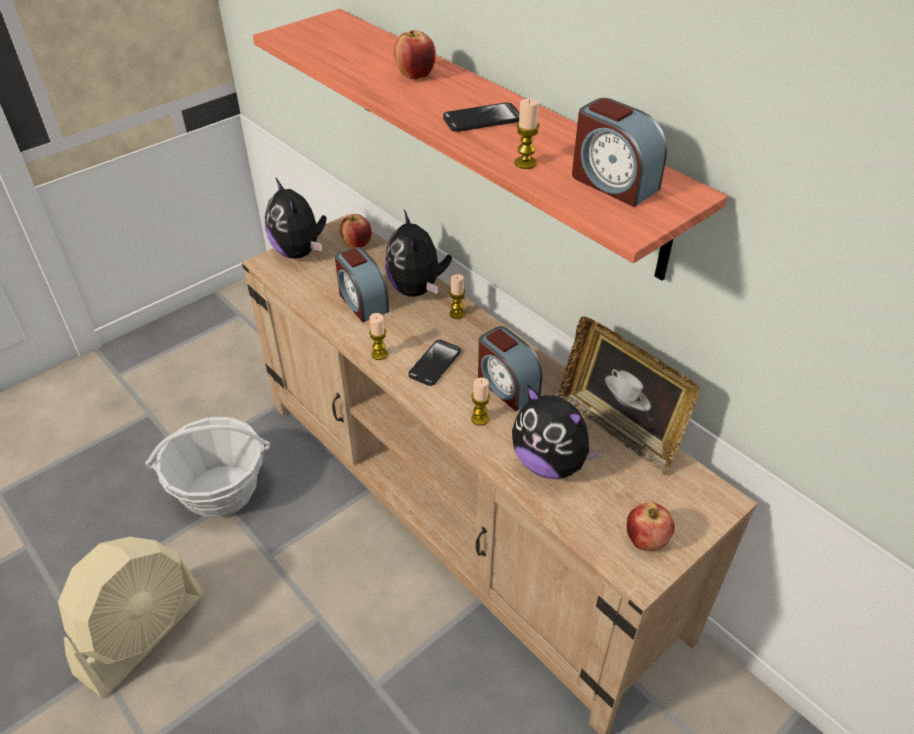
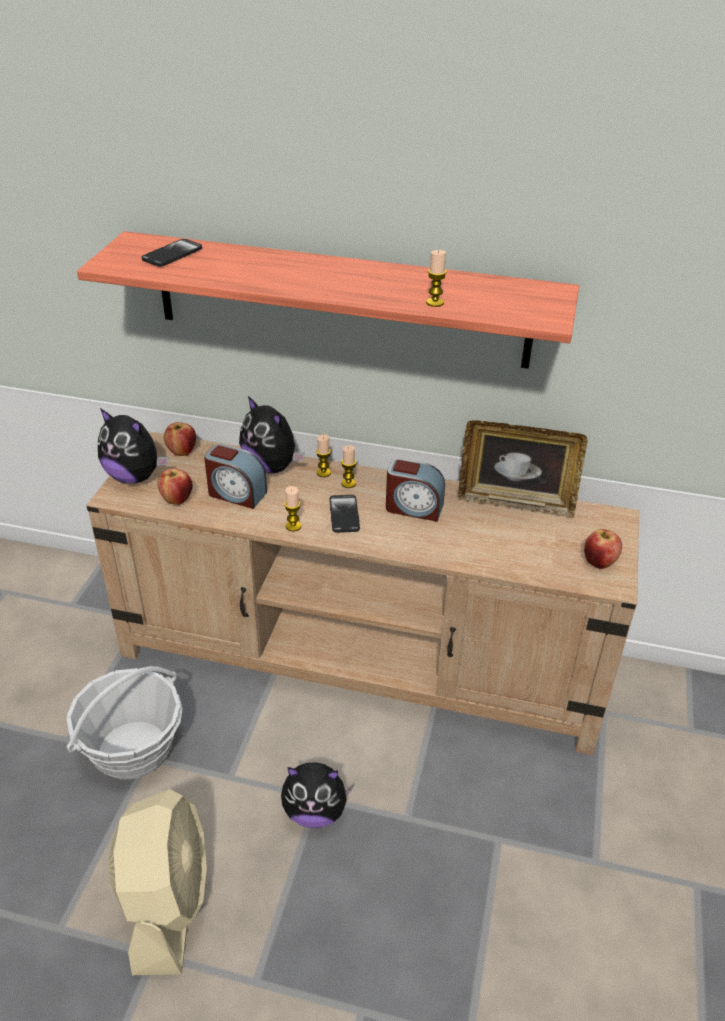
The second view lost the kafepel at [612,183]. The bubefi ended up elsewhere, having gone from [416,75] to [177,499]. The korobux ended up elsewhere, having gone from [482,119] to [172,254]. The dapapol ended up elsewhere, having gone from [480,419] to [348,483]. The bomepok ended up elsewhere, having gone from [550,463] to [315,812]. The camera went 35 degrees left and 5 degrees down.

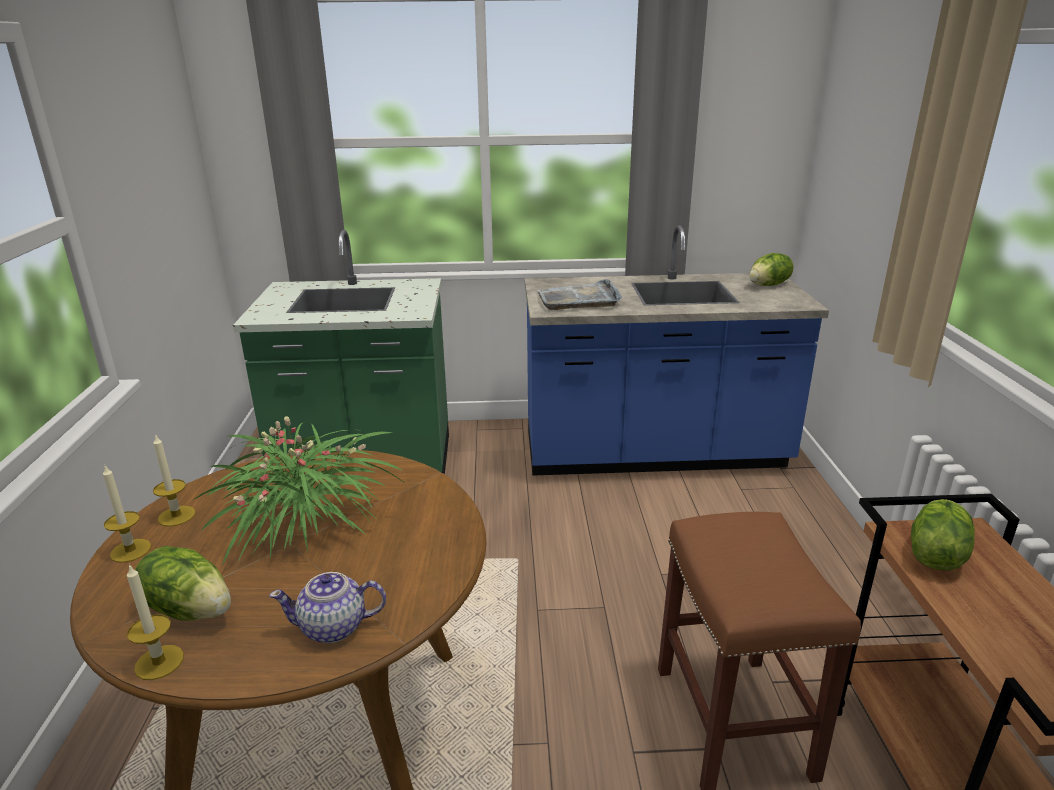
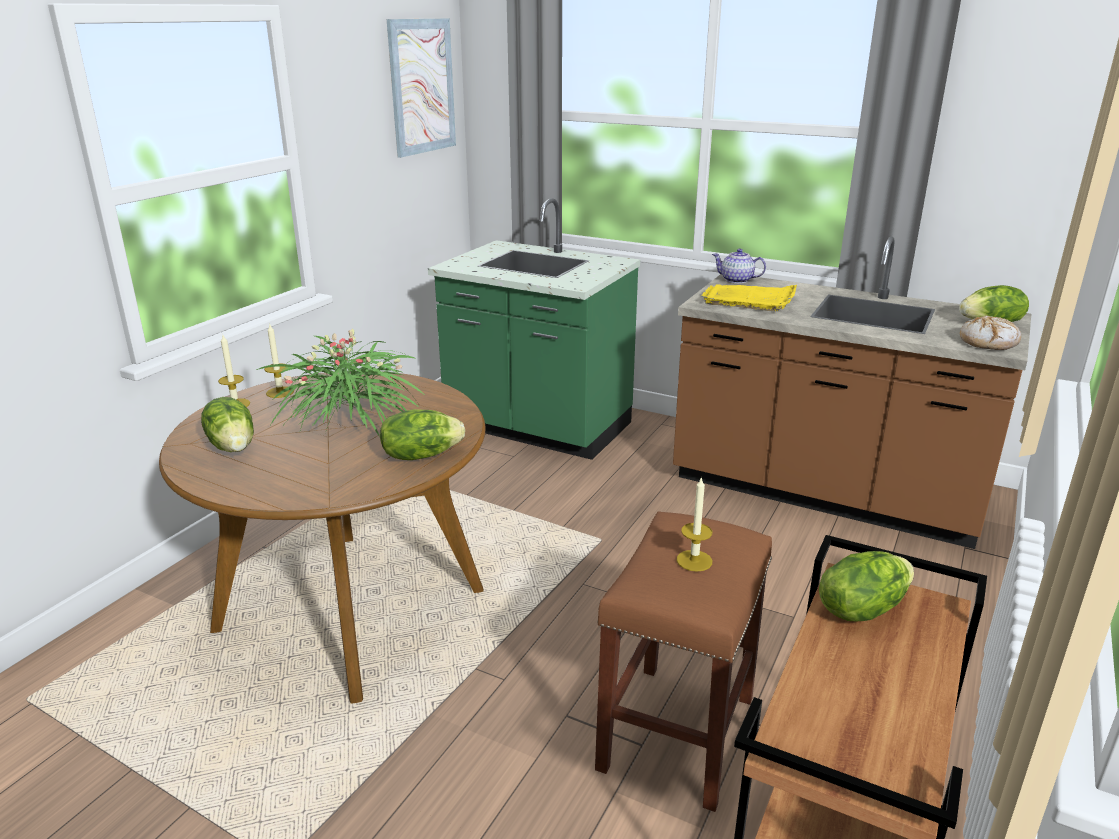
The second view gained the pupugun at [421,455]. The second view gained the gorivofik at [422,86]. The second view gained the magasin at [988,342]. The dapapol ended up elsewhere, having gone from [159,662] to [694,560]. The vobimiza ended up elsewhere, having gone from [334,627] to [737,280]. What was the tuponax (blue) at [654,454] turned into the tuponax (brown) at [824,493]. What was the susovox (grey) at [579,299] turned into the susovox (yellow) at [749,299]. The camera went 30 degrees right and 0 degrees up.

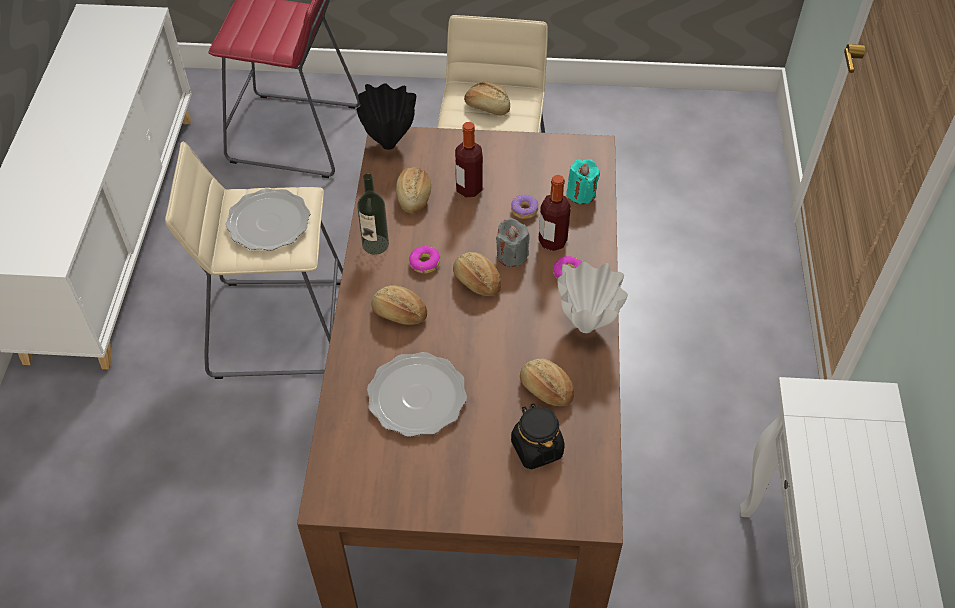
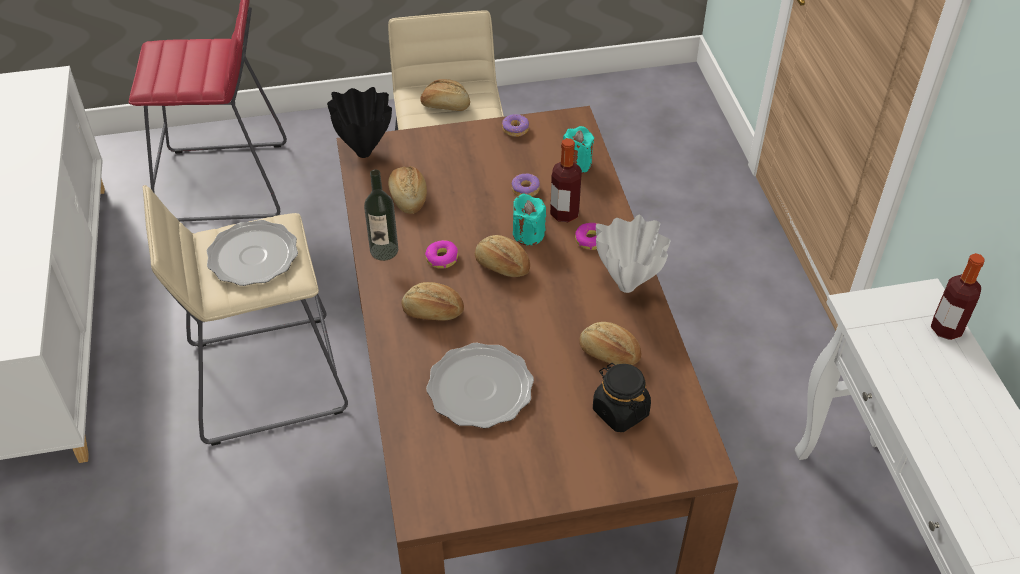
The second view gained the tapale at [515,129]. The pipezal ended up elsewhere, having gone from [469,189] to [946,329]. What was the dapapol (grey) at [511,255] turned into the dapapol (turquoise) at [528,234]. The camera went 15 degrees left and 5 degrees down.

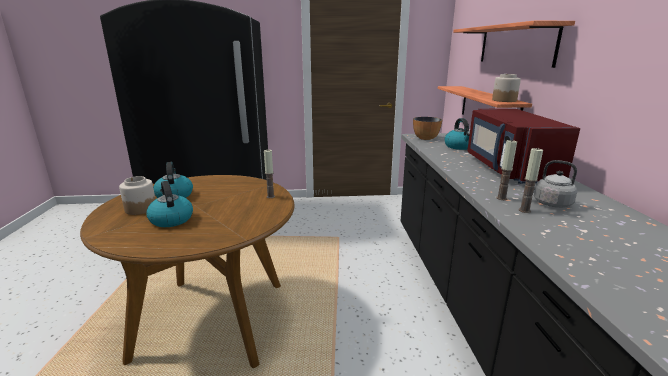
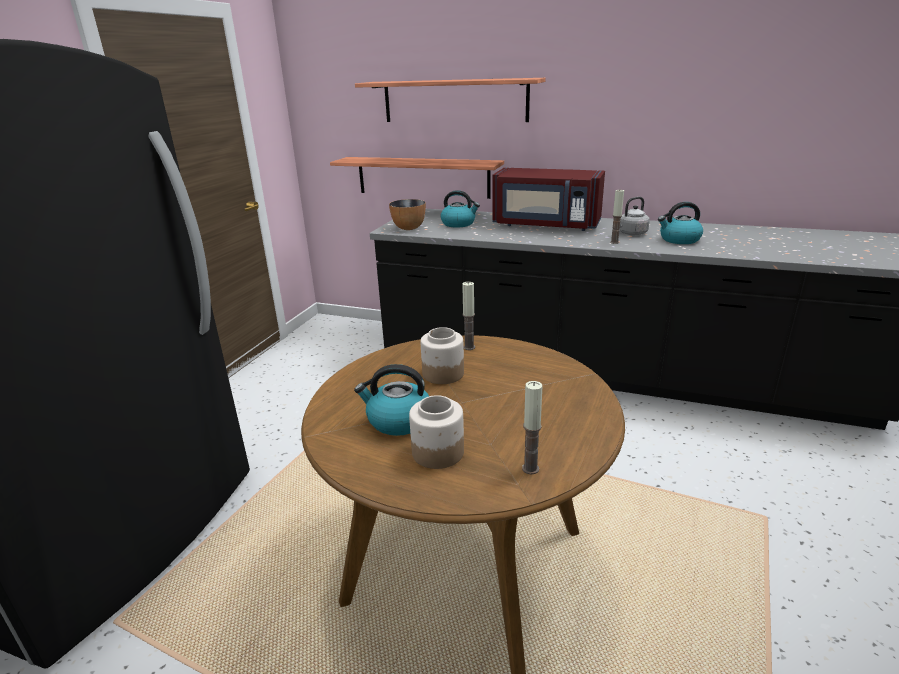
The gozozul ended up elsewhere, having gone from [171,219] to [679,240]. The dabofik ended up elsewhere, having gone from [504,100] to [442,374]. The dapapol ended up elsewhere, having gone from [524,210] to [530,468]. The camera went 65 degrees left and 5 degrees up.

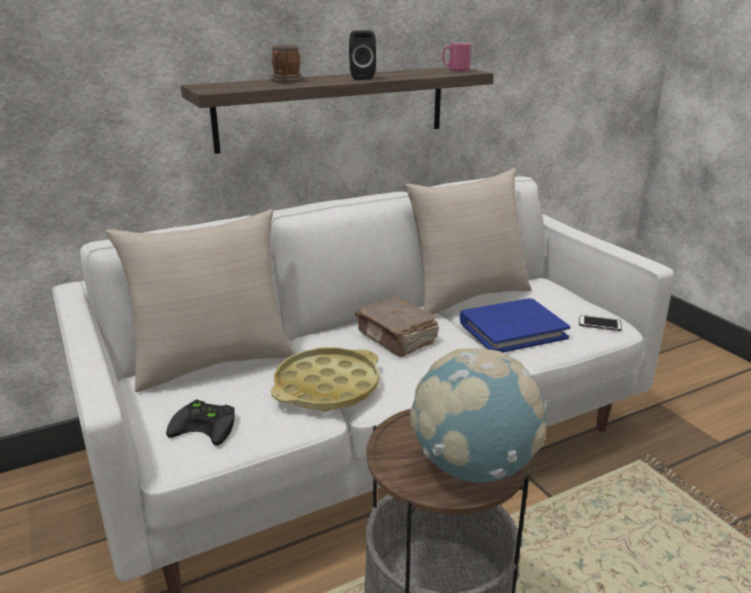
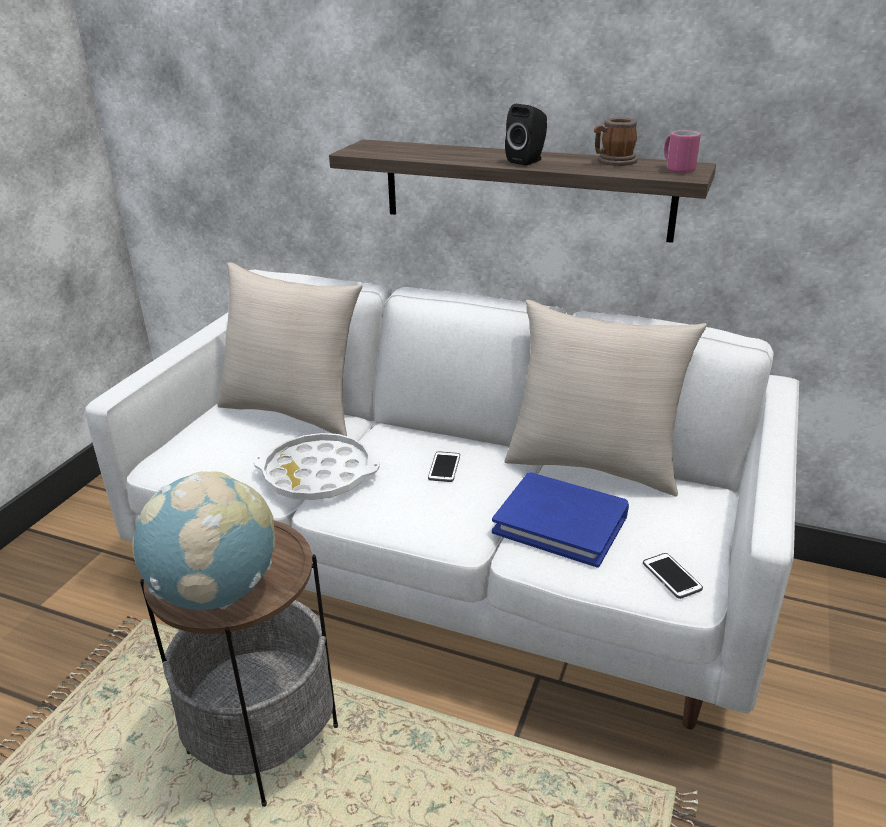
The second view lost the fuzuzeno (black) at [207,425]. The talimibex ended up elsewhere, having gone from [285,81] to [613,162]. Where the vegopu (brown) stood at [397,338], the korobux came to stand at [444,467]. What was the susovox (yellow) at [327,387] turned into the susovox (white) at [318,475]. The camera went 50 degrees right and 5 degrees up.

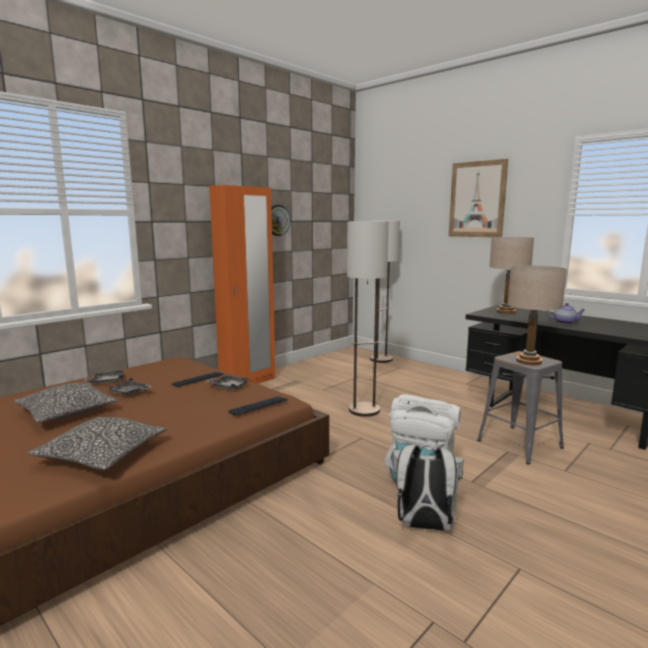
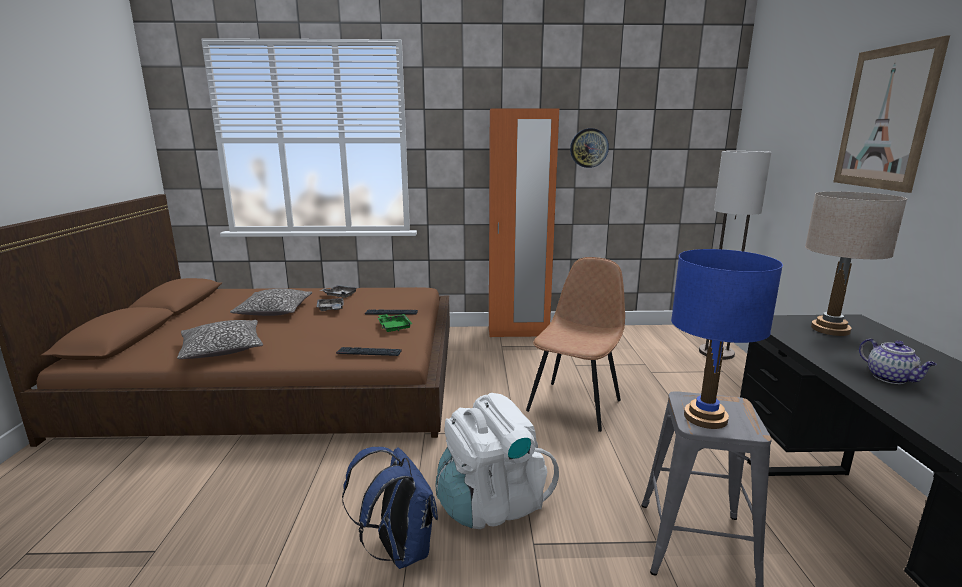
Where the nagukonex stood at [364,410], the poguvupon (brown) came to stand at [575,404]. What was the susovox (grey) at [229,387] turned into the susovox (green) at [394,327]. What was the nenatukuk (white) at [424,526] turned into the nenatukuk (blue) at [399,550]. What was the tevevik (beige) at [528,361] turned into the tevevik (blue) at [705,417]. The camera went 45 degrees right and 5 degrees up.

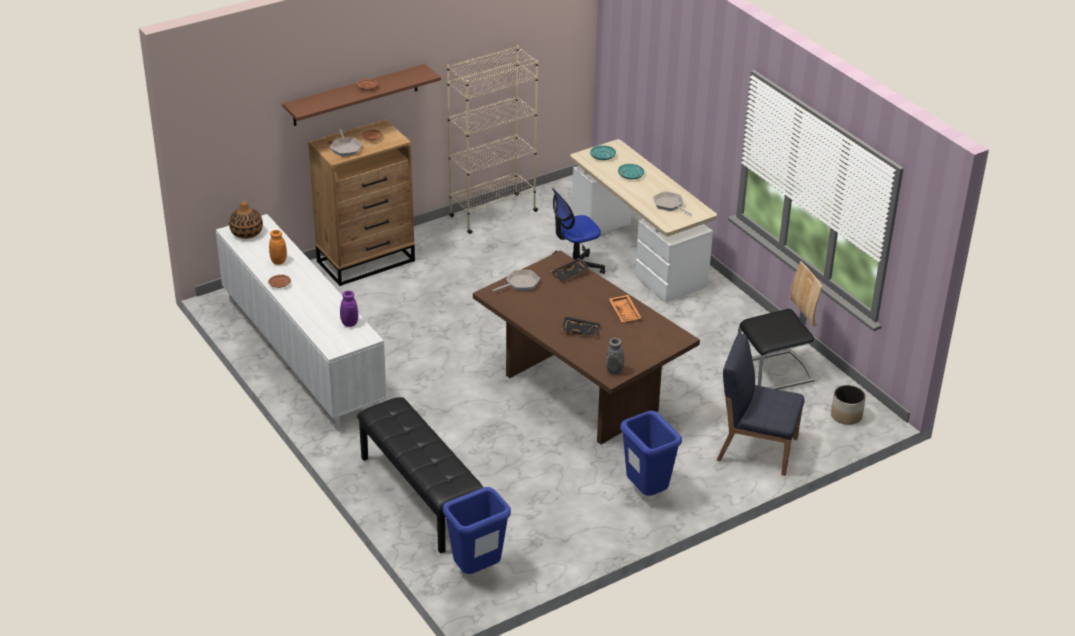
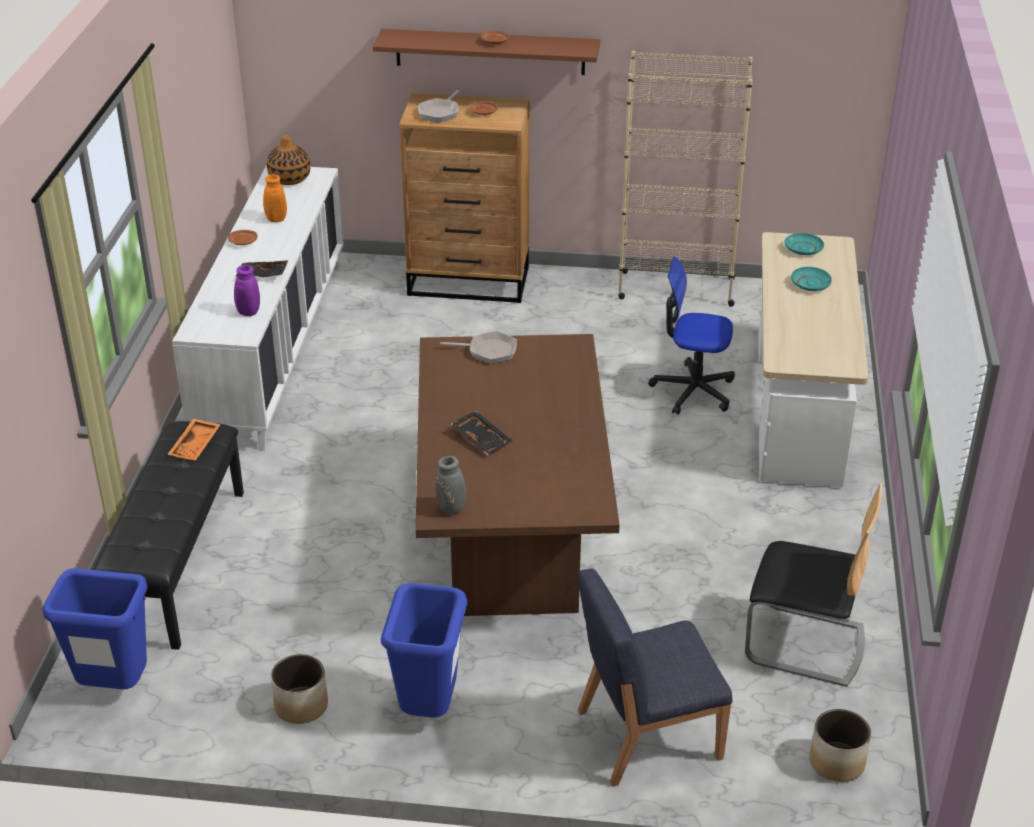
The second view lost the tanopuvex at [669,205]. The second view gained the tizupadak at [300,706]. The susovox (black) ended up elsewhere, having gone from [570,274] to [262,275]. The susovox (orange) ended up elsewhere, having gone from [625,312] to [196,446]. The poguvupon (blue) at [756,448] ended up facing another way, 75 degrees counterclockwise from before. The camera went 40 degrees right and 0 degrees up.

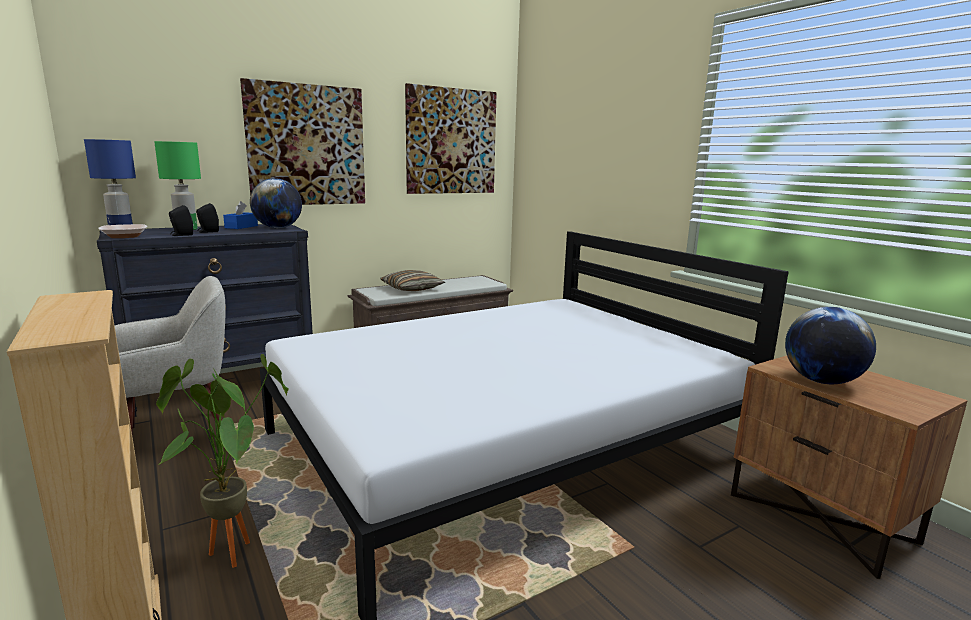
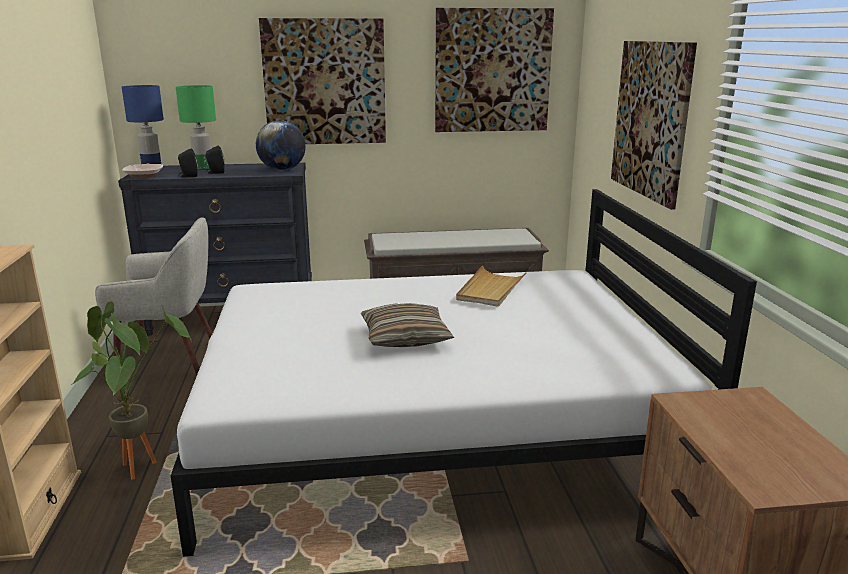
The second view lost the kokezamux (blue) at [241,227]. The second view lost the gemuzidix at [822,381]. The second view gained the susovox (beige) at [491,289]. The second view gained the gorivofik at [651,119]. The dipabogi ended up elsewhere, having gone from [412,289] to [405,337]. The camera went 25 degrees right and 5 degrees up.

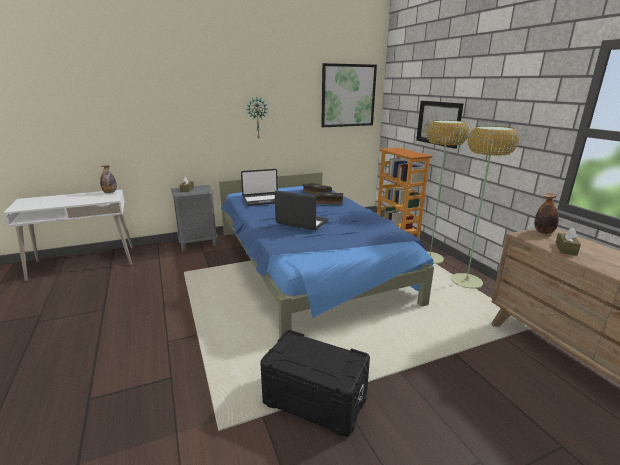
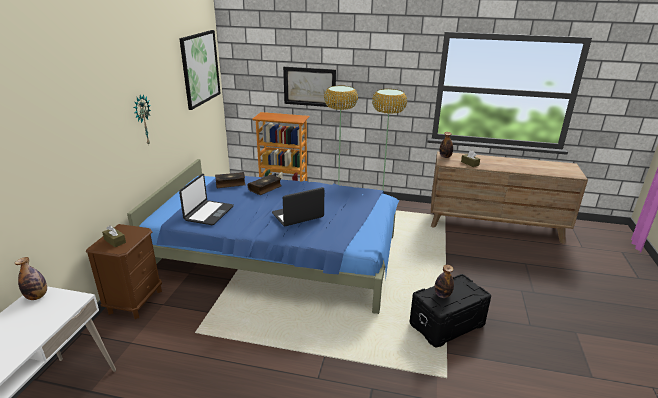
The second view gained the pipezal at [442,295]. What was the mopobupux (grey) at [198,243] turned into the mopobupux (brown) at [135,301]. The camera went 55 degrees left and 5 degrees up.

